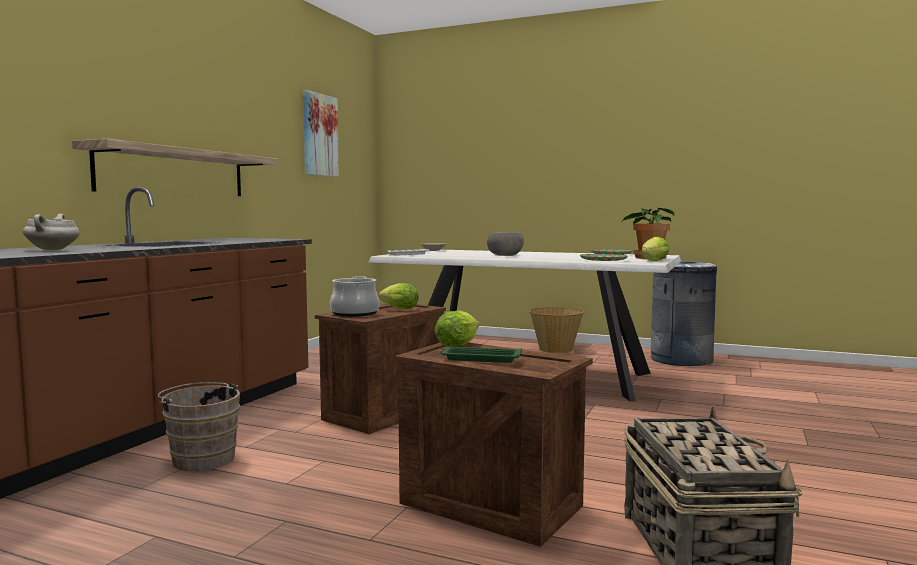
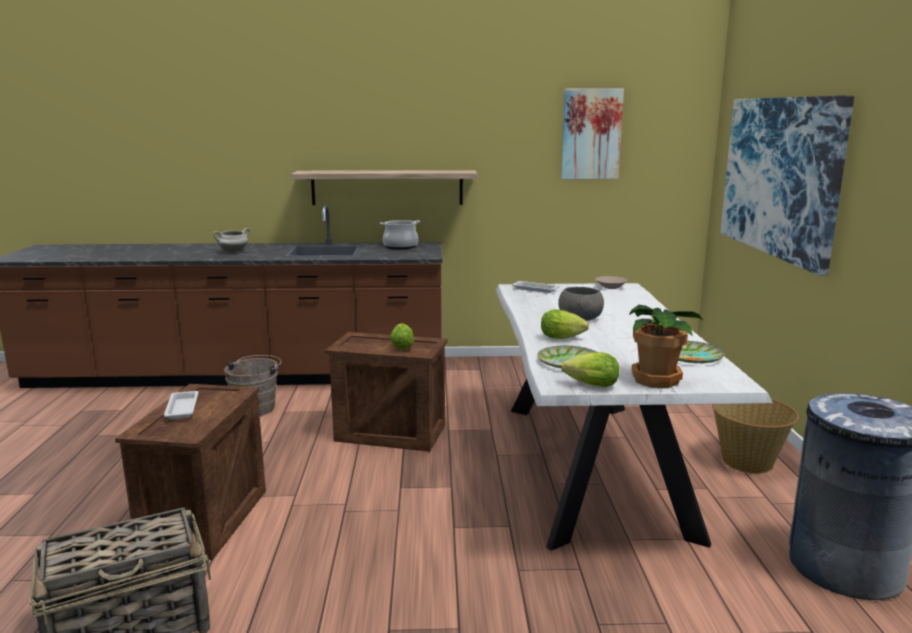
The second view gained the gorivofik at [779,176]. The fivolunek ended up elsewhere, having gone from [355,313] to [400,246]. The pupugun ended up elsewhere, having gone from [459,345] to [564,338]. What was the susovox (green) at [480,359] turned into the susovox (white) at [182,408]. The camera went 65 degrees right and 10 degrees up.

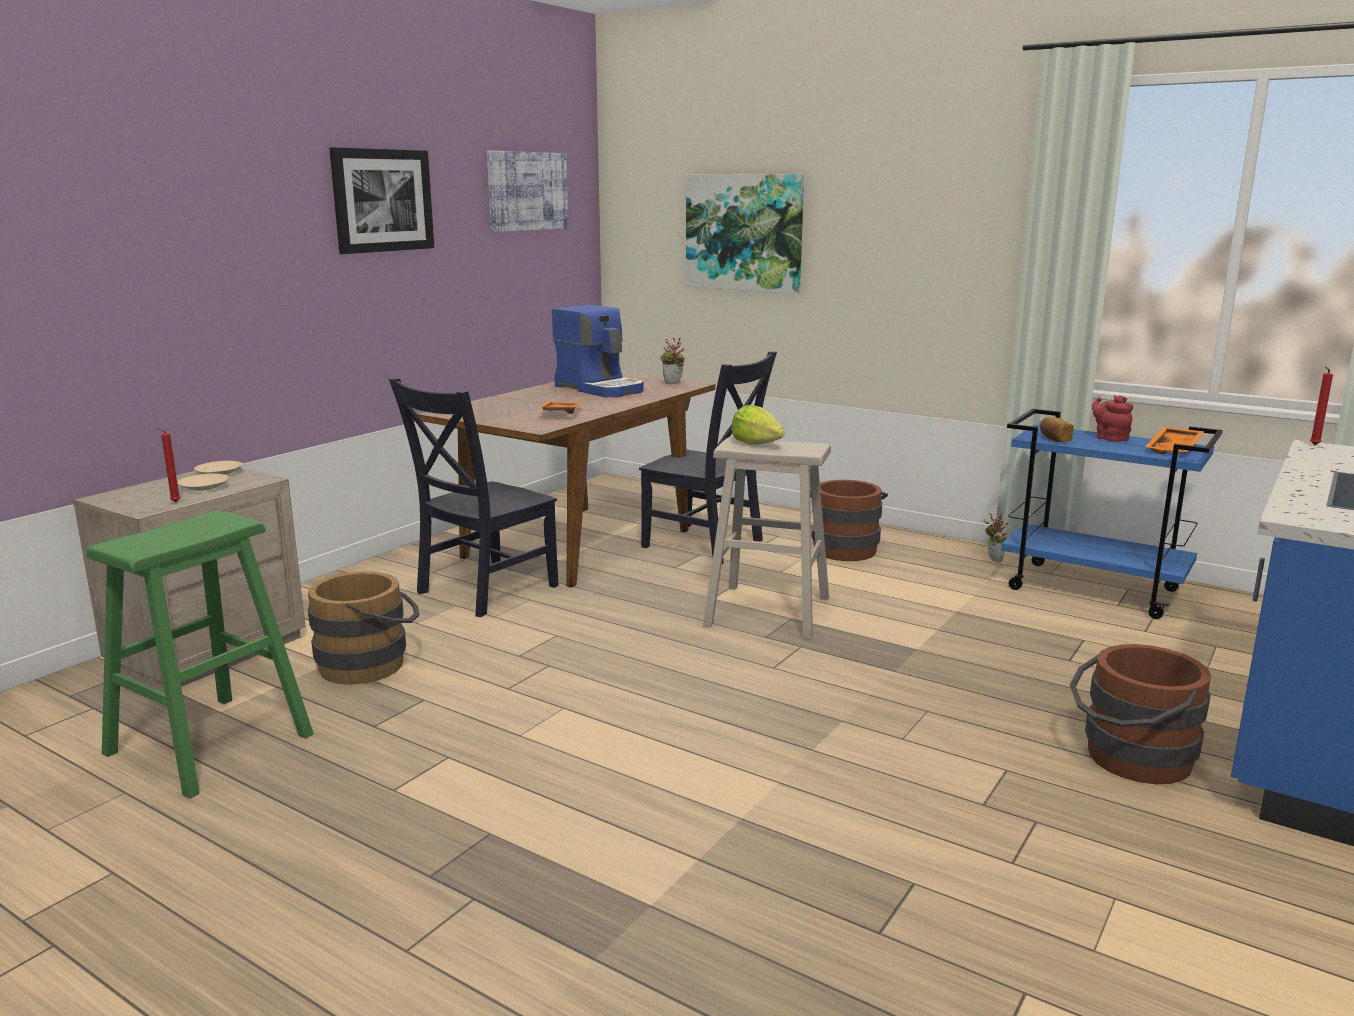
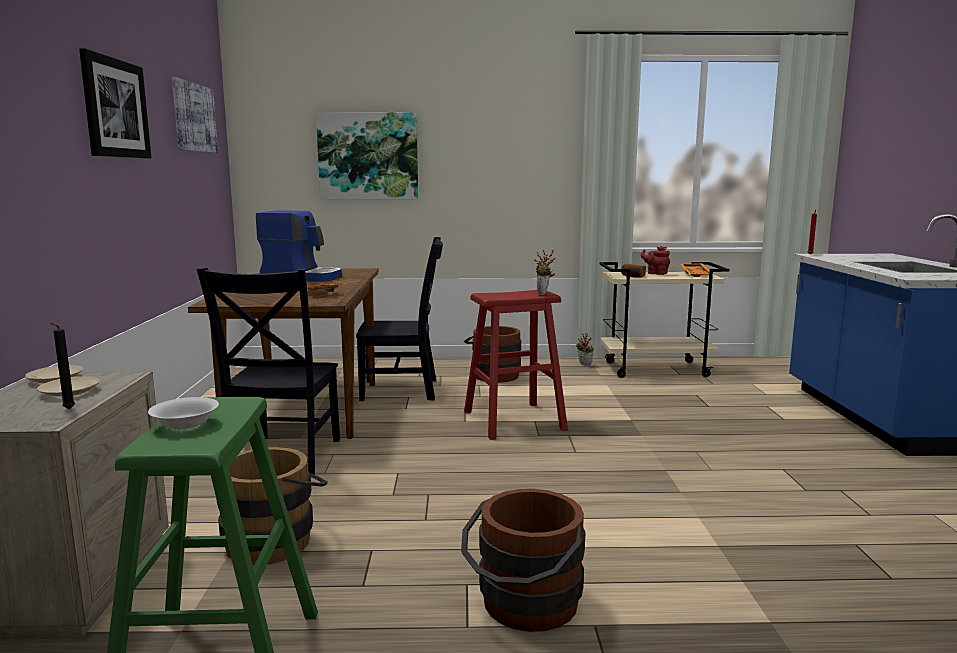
The second view lost the pupugun at [756,443]. The second view gained the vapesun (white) at [184,425]. The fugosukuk ended up elsewhere, having gone from [672,384] to [543,294]. The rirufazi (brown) ended up elsewhere, having gone from [1130,759] to [524,606]. What was the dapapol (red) at [174,502] turned into the dapapol (black) at [67,409]. What was the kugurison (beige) at [767,611] turned into the kugurison (red) at [513,420]. What was the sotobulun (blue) at [1094,590] turned into the sotobulun (beige) at [657,369]. The camera went 35 degrees left and 5 degrees down.

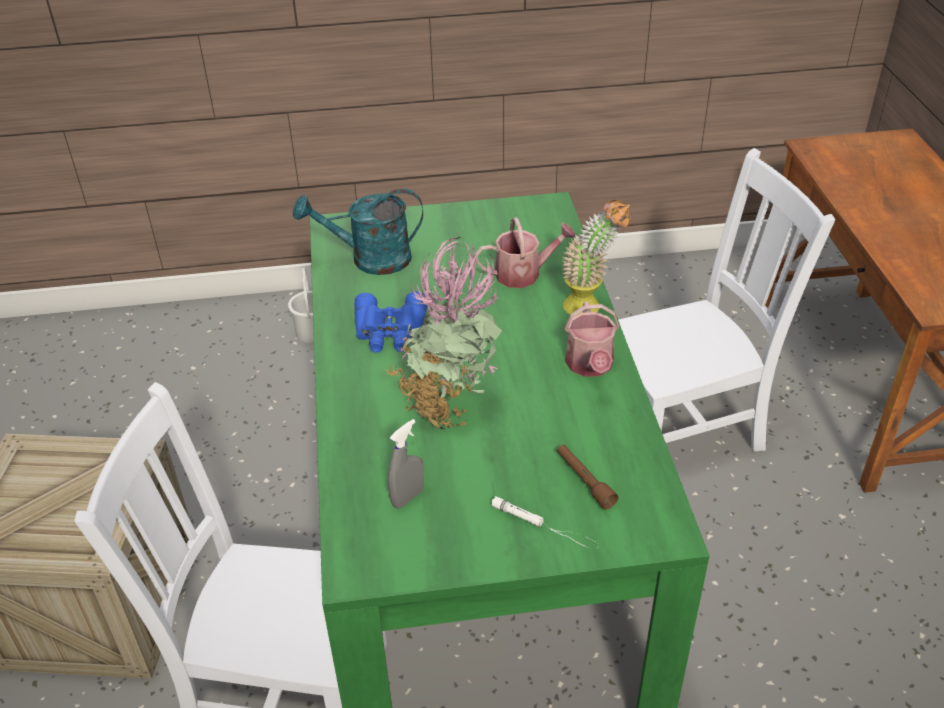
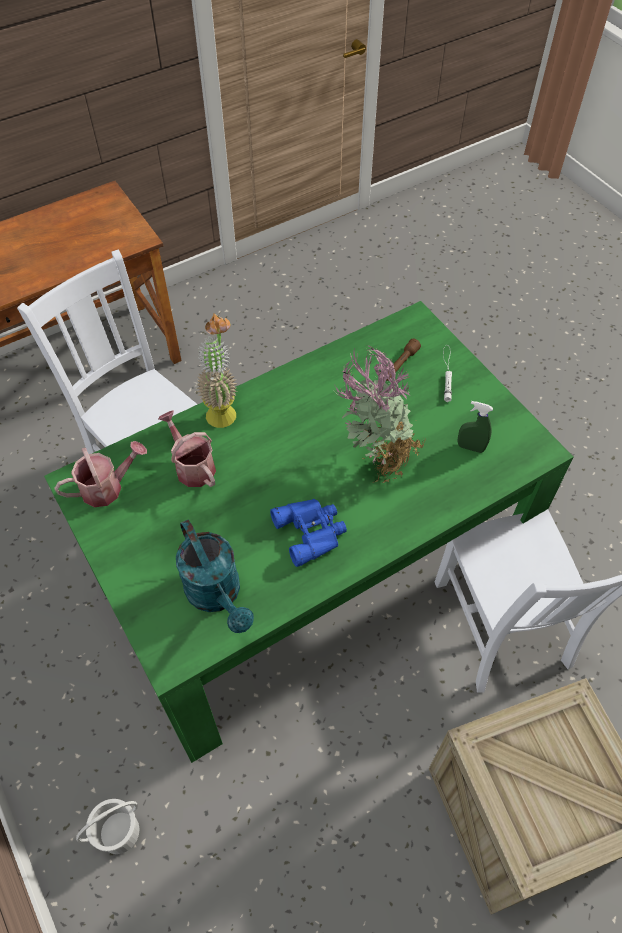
The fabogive ended up elsewhere, having gone from [590,366] to [107,487]. What was the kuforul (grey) at [407,497] turned into the kuforul (green) at [470,447]. The camera went 115 degrees left and 15 degrees up.

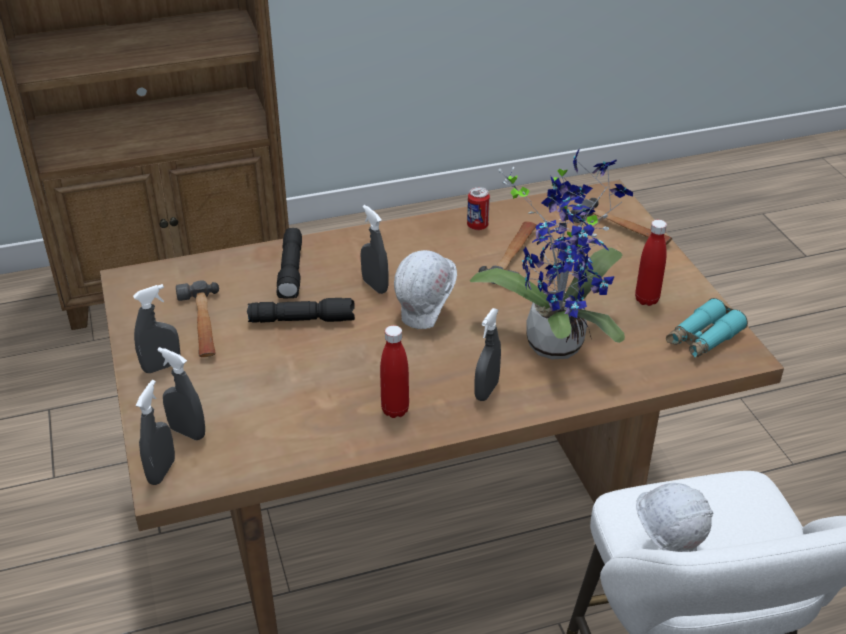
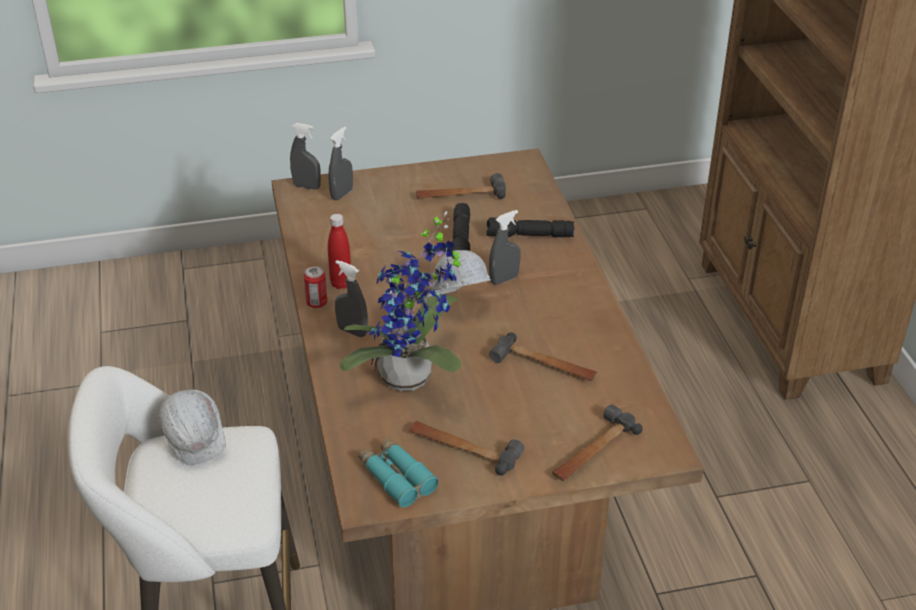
The second view lost the kuforul (grey) at [162,366]. The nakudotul ended up elsewhere, having gone from [477,226] to [317,303]. Where the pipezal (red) stood at [646,300], the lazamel came to stand at [463,448]. The camera went 95 degrees right and 0 degrees up.

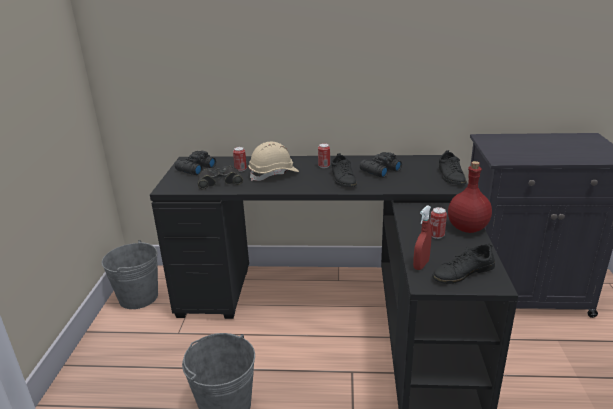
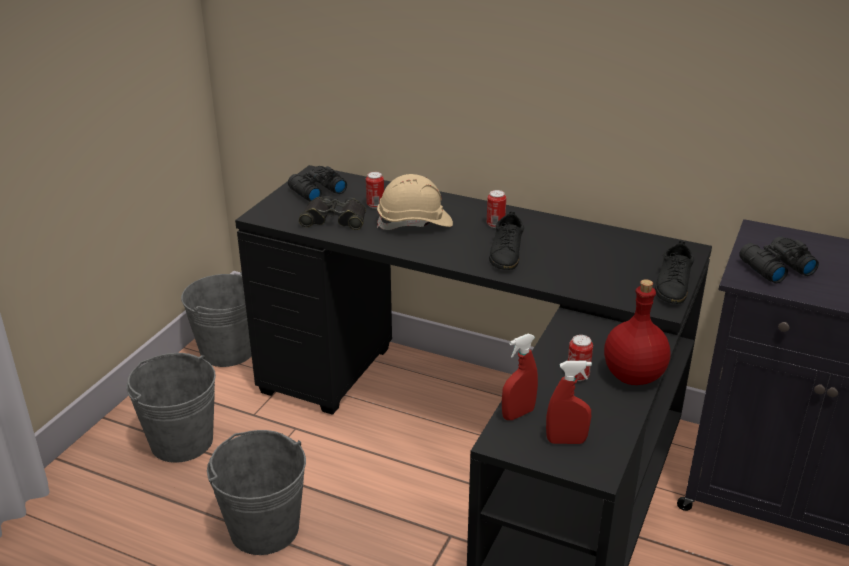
The second view gained the rirufazi (grey) at [181,441]. The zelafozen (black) ended up elsewhere, having gone from [379,171] to [774,268]. Where the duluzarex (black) stood at [463,273], the kuforul (red) came to stand at [566,441]. The camera went 20 degrees right and 5 degrees up.

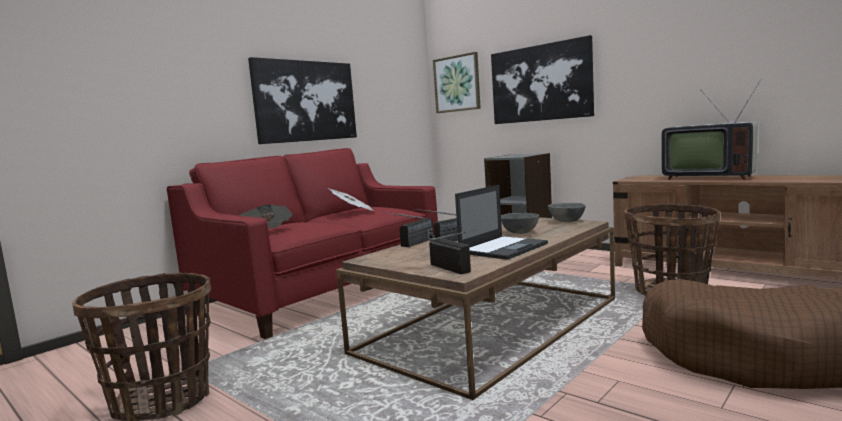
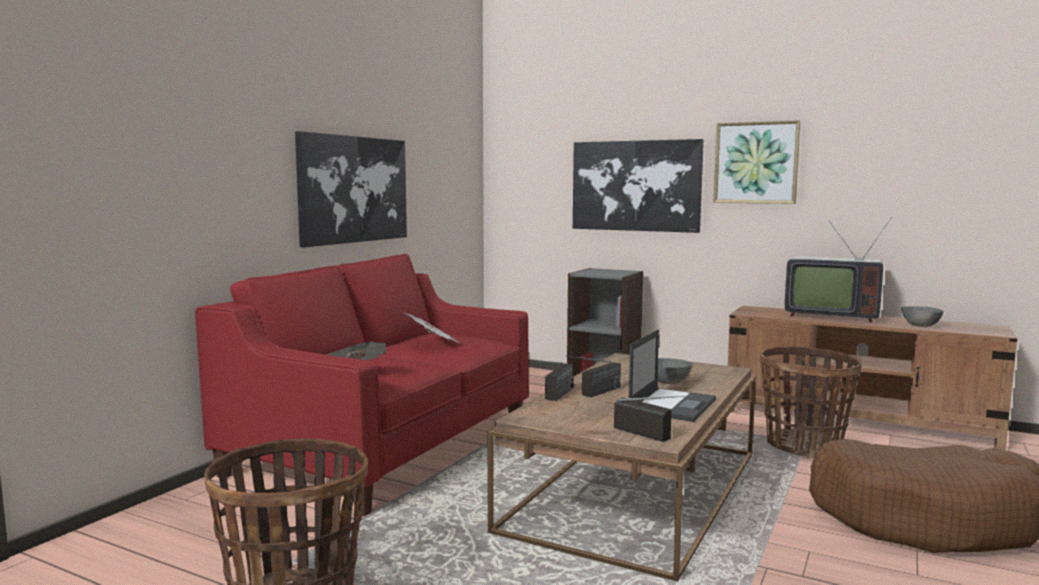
The gorivofik ended up elsewhere, having gone from [457,83] to [756,163]. The vapesun (grey) ended up elsewhere, having gone from [566,221] to [920,326]. The camera went 15 degrees left and 0 degrees up.

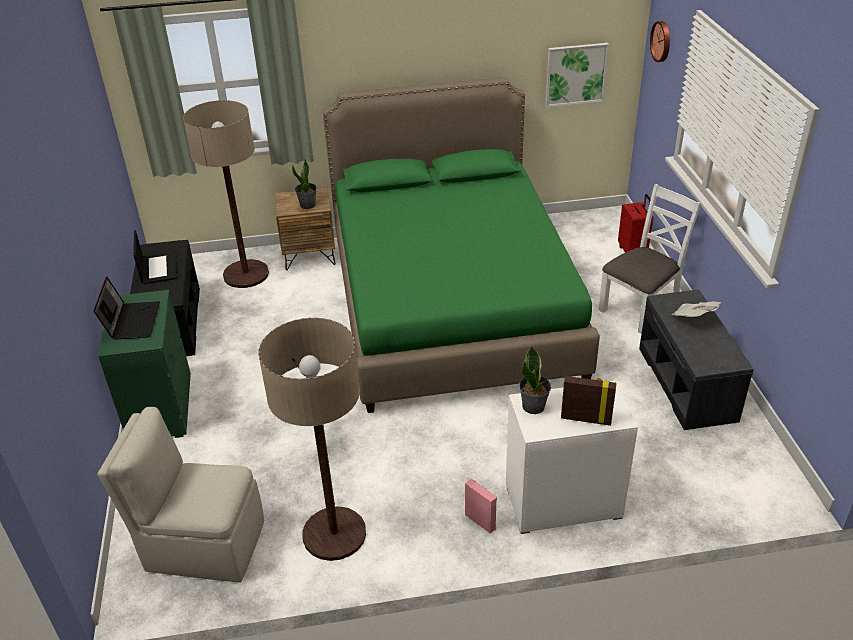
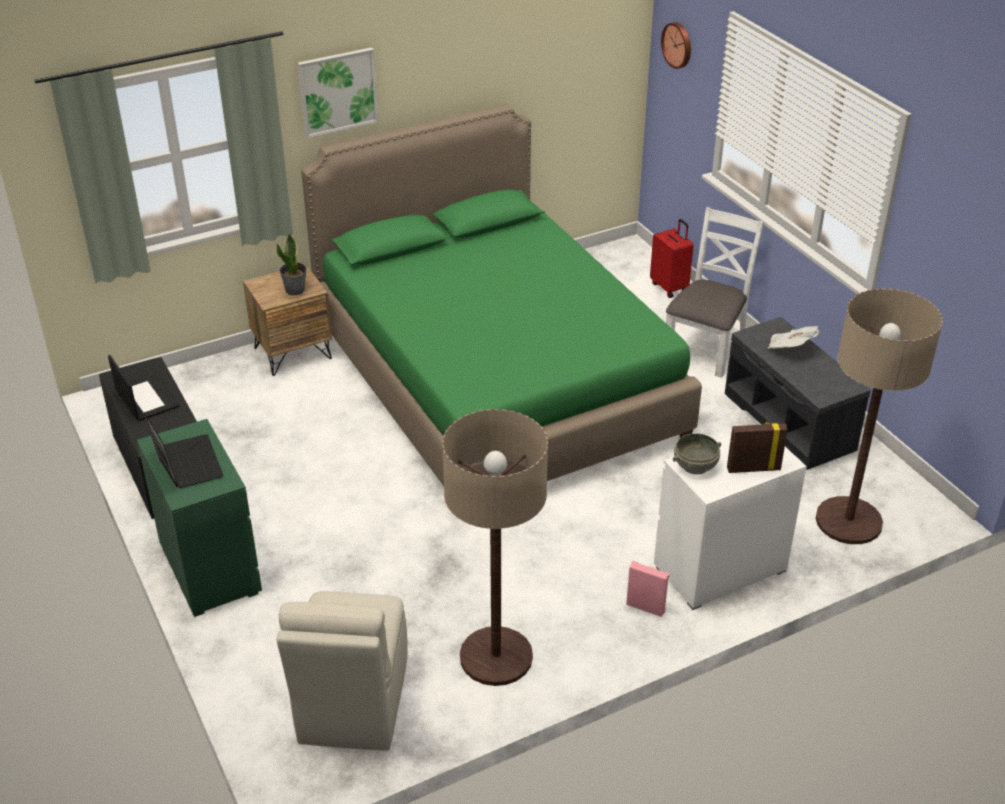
The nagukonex ended up elsewhere, having gone from [246,274] to [848,521]. The gorivofik ended up elsewhere, having gone from [575,74] to [338,91]. Where the fugosukuk stood at [534,406], the vapesun (grey) came to stand at [695,466]. The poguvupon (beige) at [202,545] ended up facing another way, 75 degrees counterclockwise from before. The camera went 20 degrees left and 0 degrees up.

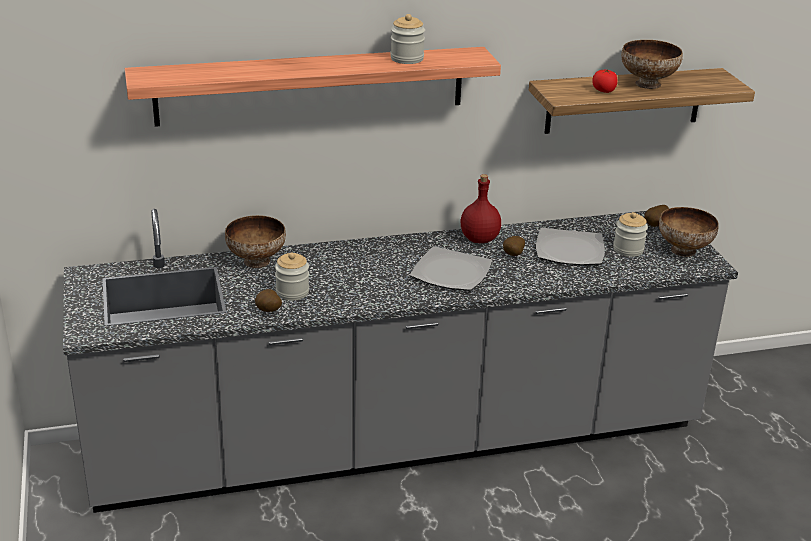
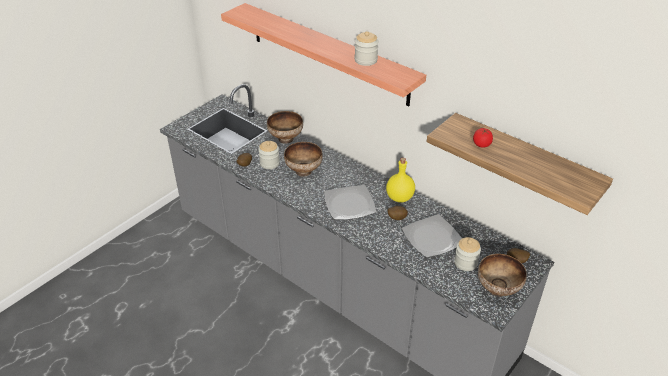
The vapesun ended up elsewhere, having gone from [648,83] to [304,171]. What was the pipezal (red) at [479,239] turned into the pipezal (yellow) at [399,198]. The camera went 55 degrees right and 10 degrees up.

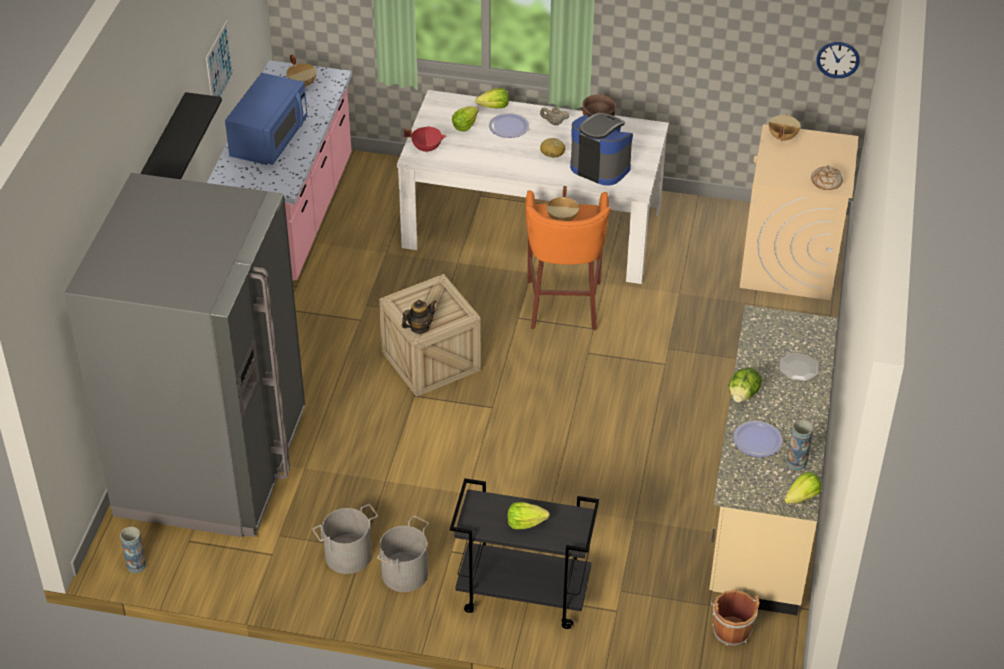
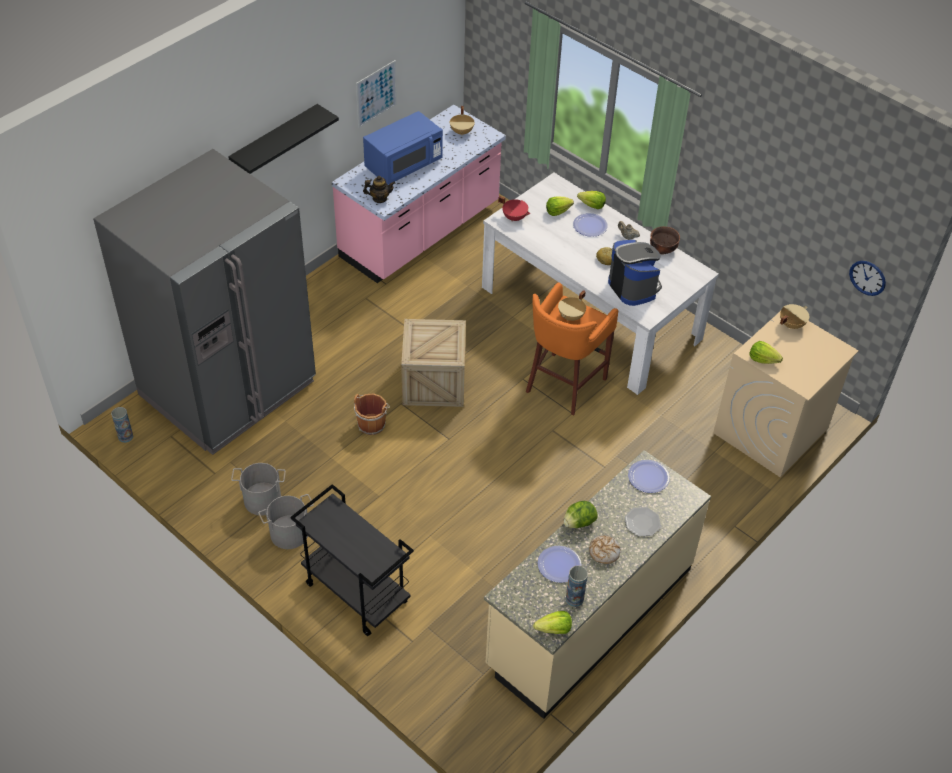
The second view gained the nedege at [648,477]. The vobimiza ended up elsewhere, having gone from [419,327] to [379,198]. The pupugun ended up elsewhere, having gone from [525,523] to [763,359]. The rirufazi (brown) ended up elsewhere, having gone from [731,630] to [372,423]. The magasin ended up elsewhere, having gone from [826,182] to [603,552]. The camera went 30 degrees right and 5 degrees up.

